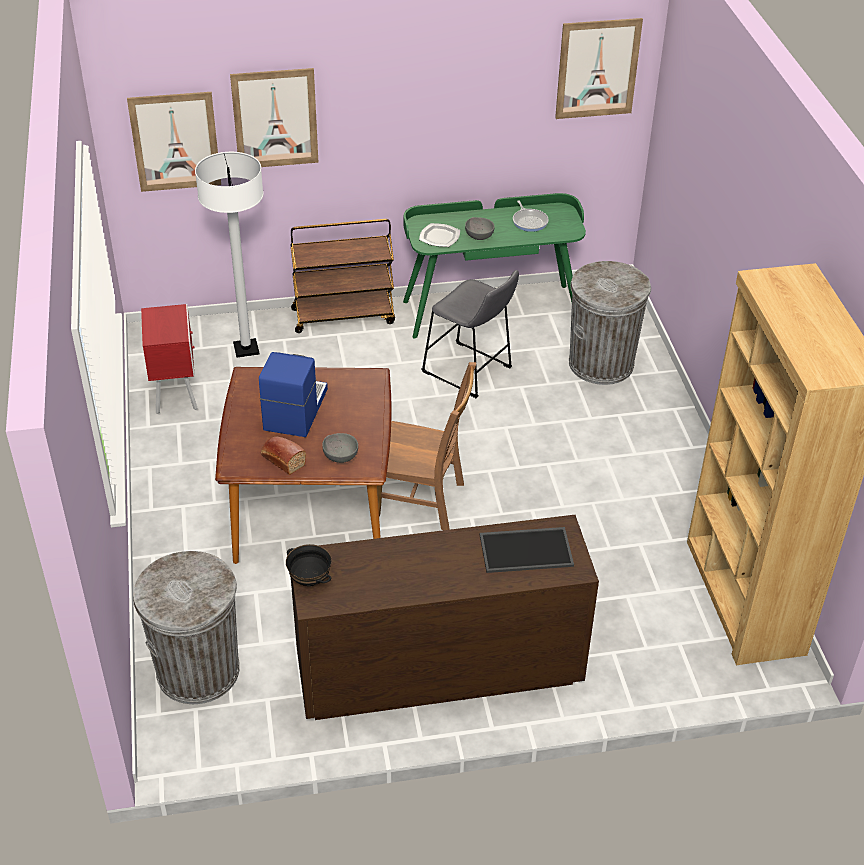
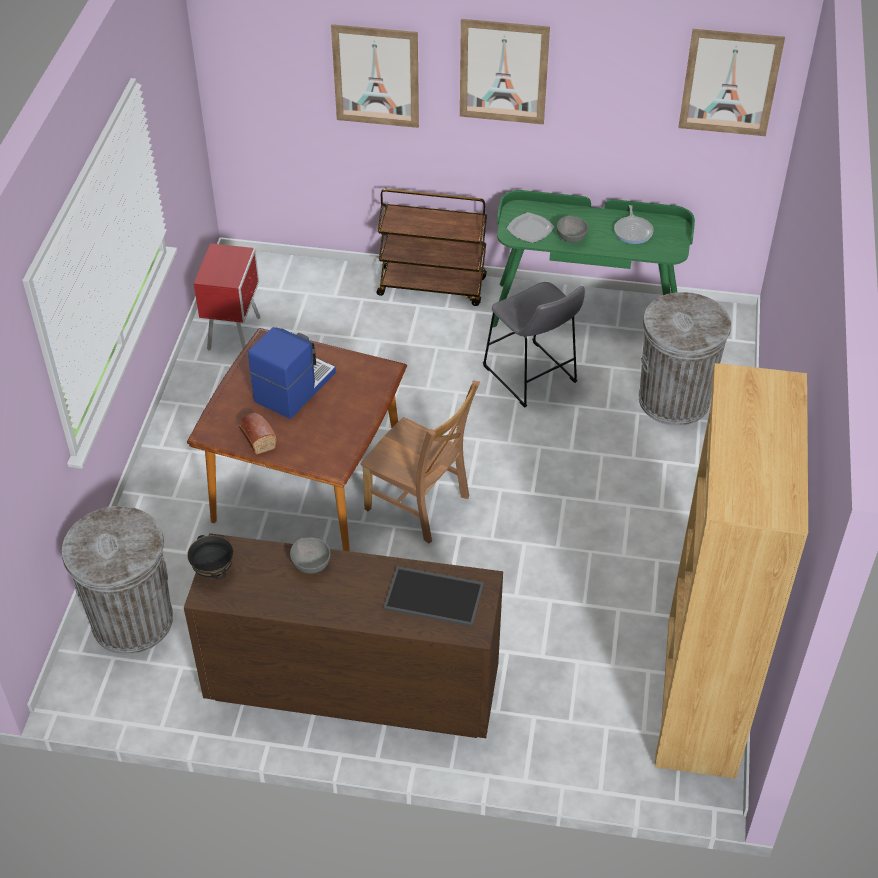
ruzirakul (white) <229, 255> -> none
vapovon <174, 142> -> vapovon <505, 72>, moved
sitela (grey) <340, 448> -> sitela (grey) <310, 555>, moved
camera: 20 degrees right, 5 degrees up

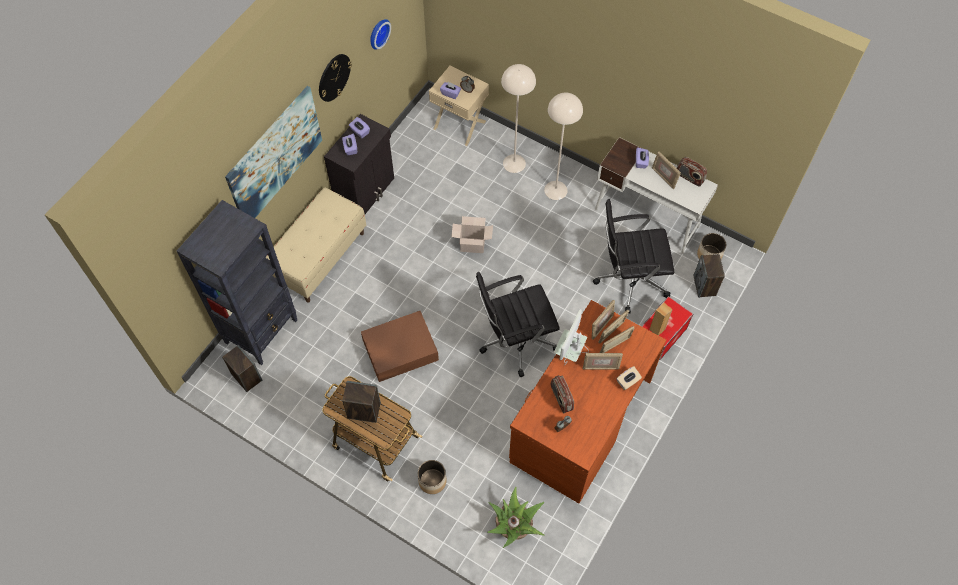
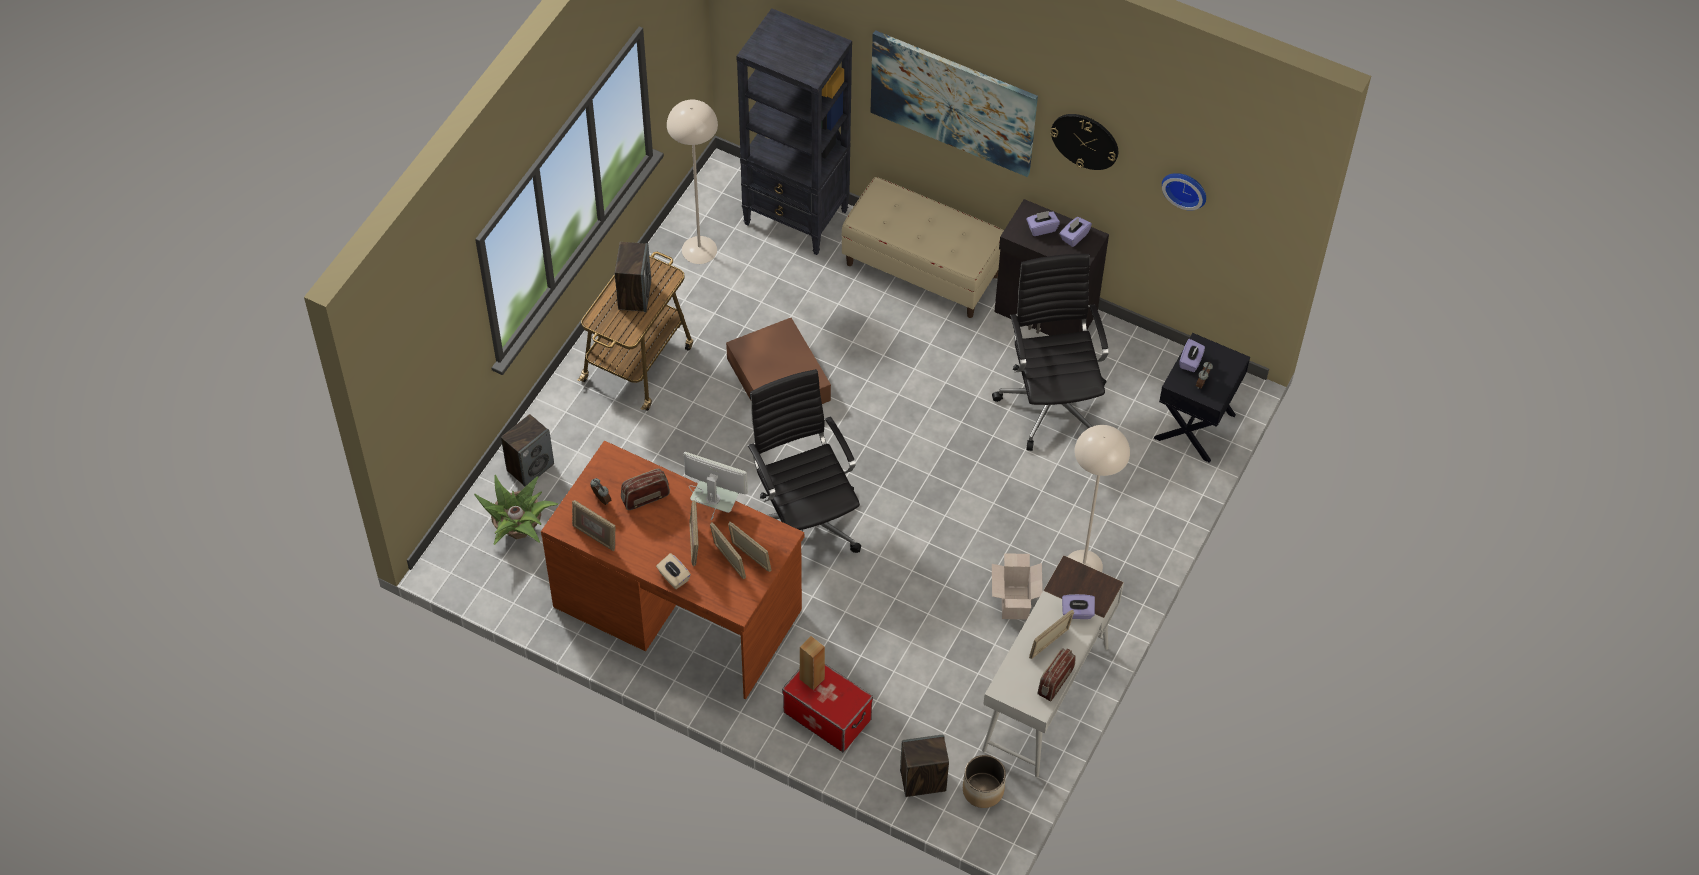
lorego <432, 477> -> none
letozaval <242, 368> -> letozaval <527, 450>, moved
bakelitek <472, 234> -> bakelitek <1017, 586>, moved
ruzirakul (beige) <518, 118> -> ruzirakul (beige) <692, 181>, moved
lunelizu <603, 320> -> lunelizu <593, 525>, moved
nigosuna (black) <633, 256> -> nigosuna (black) <1050, 352>, moved
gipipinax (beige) <459, 106> -> gipipinax (black) <1202, 398>
camera: 85 degrees right, 5 degrees down

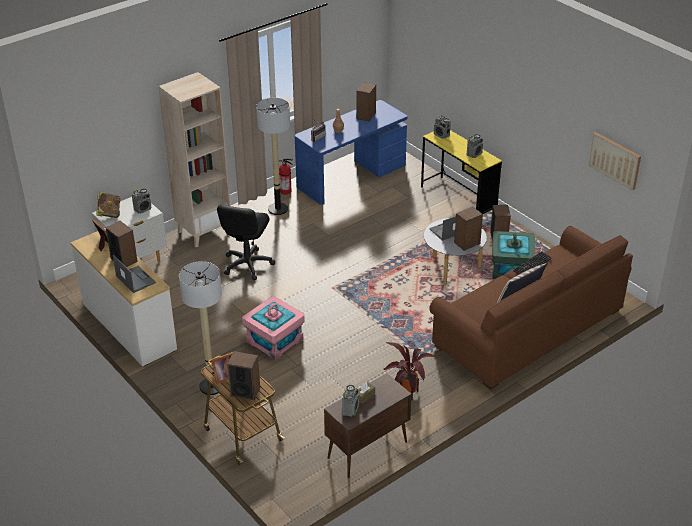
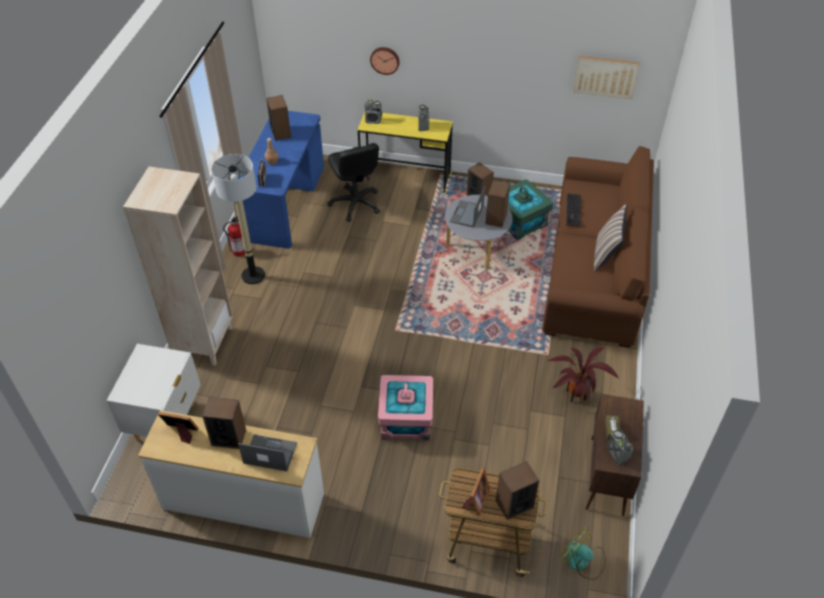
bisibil <108, 204> -> none
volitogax <142, 201> -> none
ruzirakul <200, 328> -> none
none -> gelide <384, 61>
none -> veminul <582, 553>
nigosuna (black) <246, 242> -> nigosuna (black) <354, 182>, moved
camera: 40 degrees left, 10 degrees up

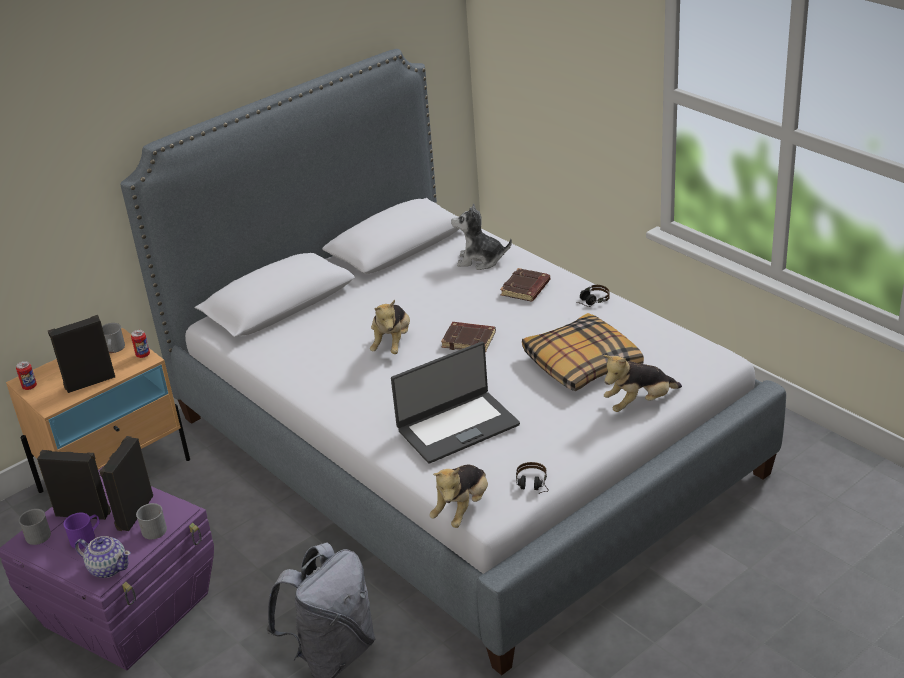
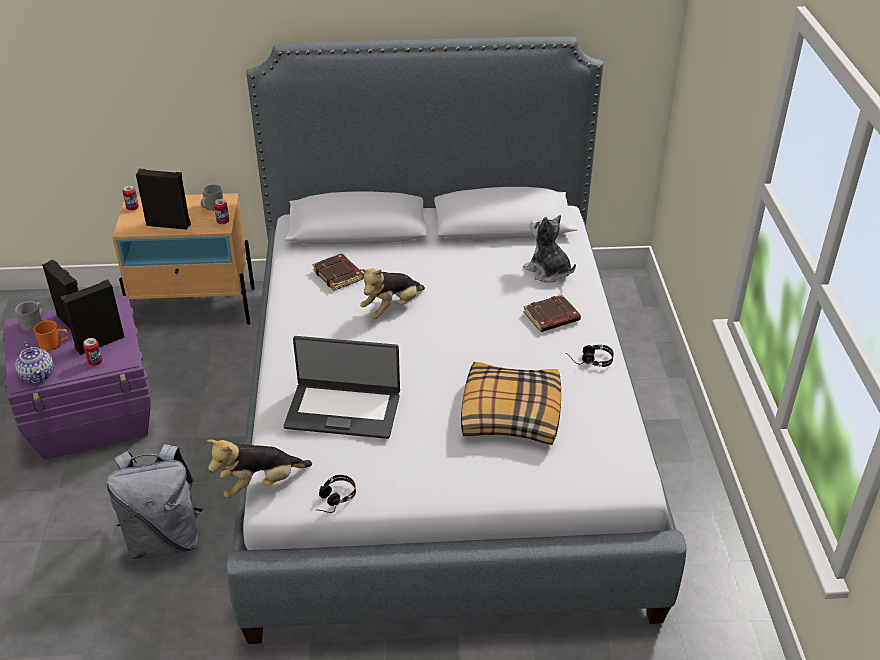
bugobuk <642, 383> -> none
bisibil (brown) <468, 337> -> bisibil (brown) <338, 272>, moved
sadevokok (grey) <151, 521> -> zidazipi <93, 352>
sadevokok (purple) <81, 531> -> sadevokok (orange) <51, 335>
camera: 35 degrees right, 5 degrees up

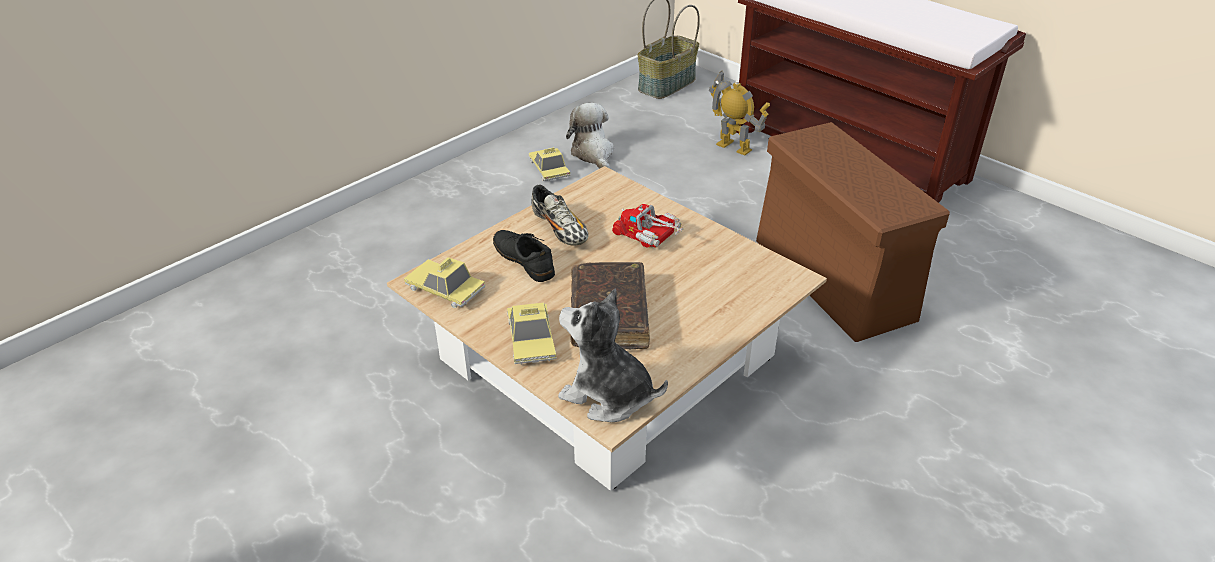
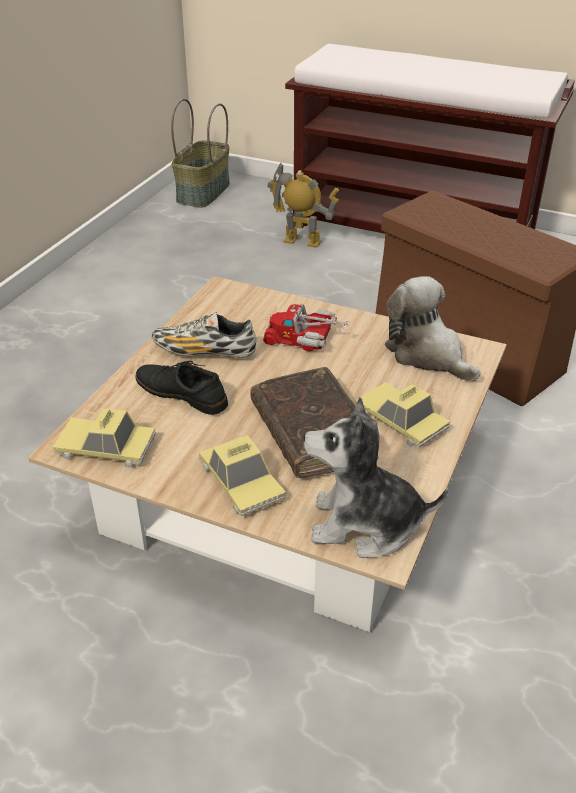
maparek <549, 164> -> maparek <403, 414>, moved
bugobuk <590, 136> -> bugobuk <433, 328>, moved
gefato <560, 215> -> gefato <204, 335>, 150 degrees clockwise
camera: 20 degrees left, 0 degrees up

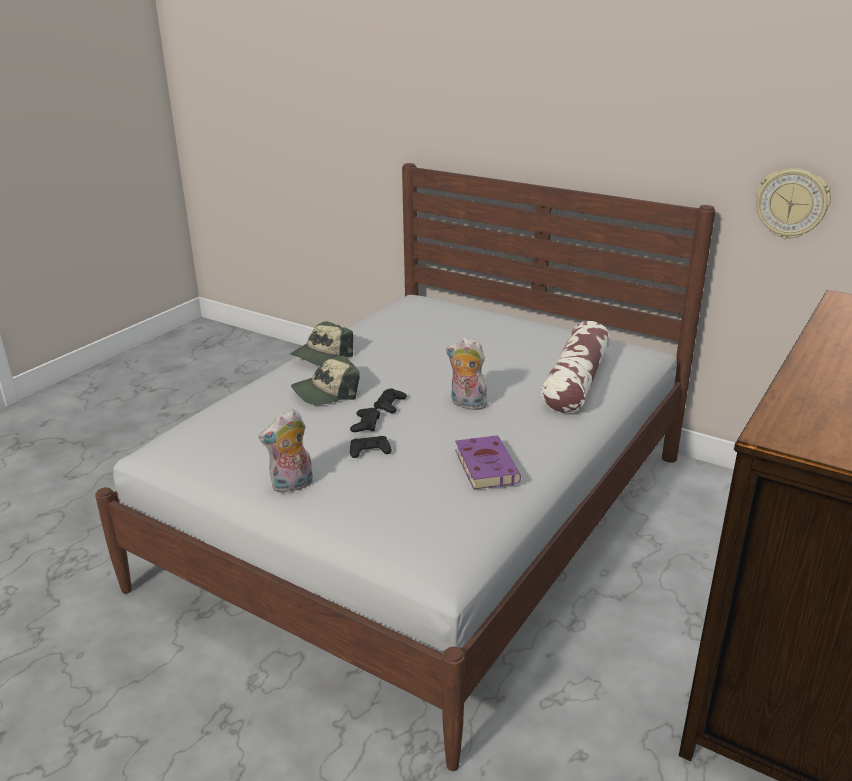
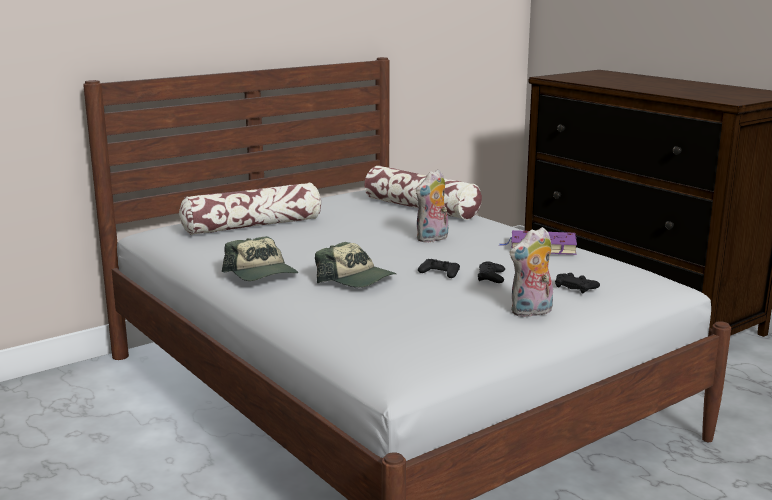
gelide <793, 203> -> none
none -> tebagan <250, 209>
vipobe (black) <390, 400> -> vipobe (black) <577, 283>, moved
bugobuk <286, 451> -> bugobuk <531, 272>, 75 degrees clockwise
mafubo <325, 380> -> mafubo <355, 265>, 45 degrees counterclockwise
camera: 70 degrees left, 10 degrees down

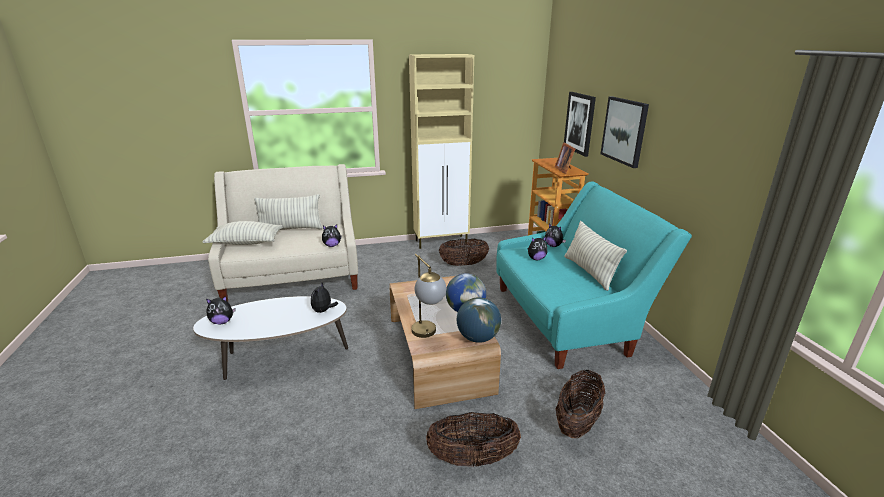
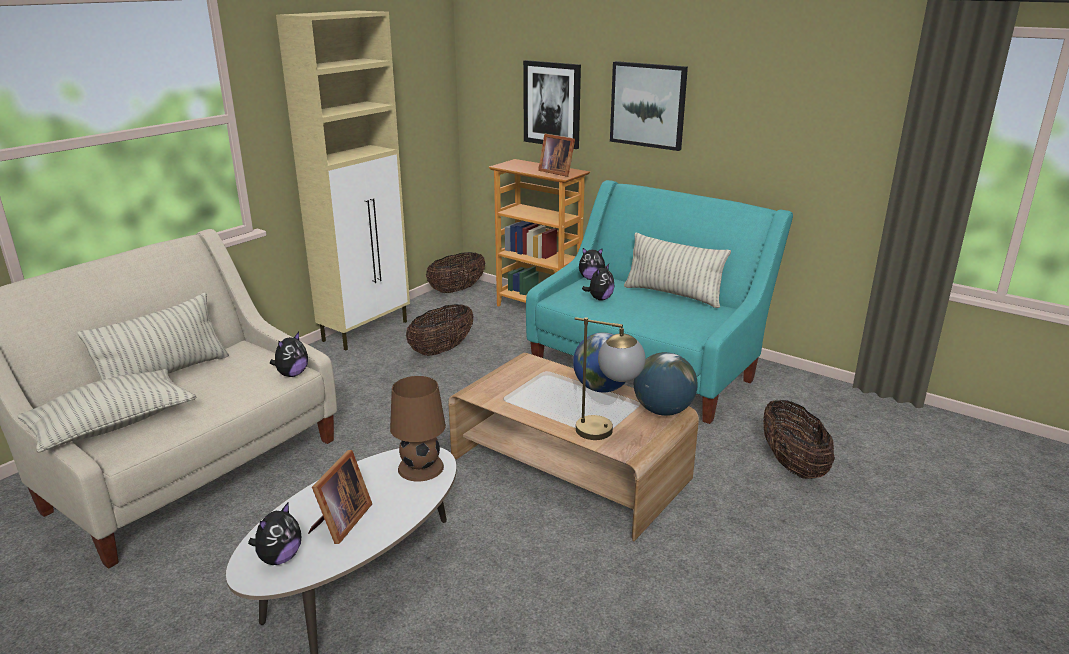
none -> lunelizu <340, 497>
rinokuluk <473, 439> -> rinokuluk <456, 272>, moved
bugobuk <324, 298> -> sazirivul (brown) <418, 429>
camera: 40 degrees left, 0 degrees up

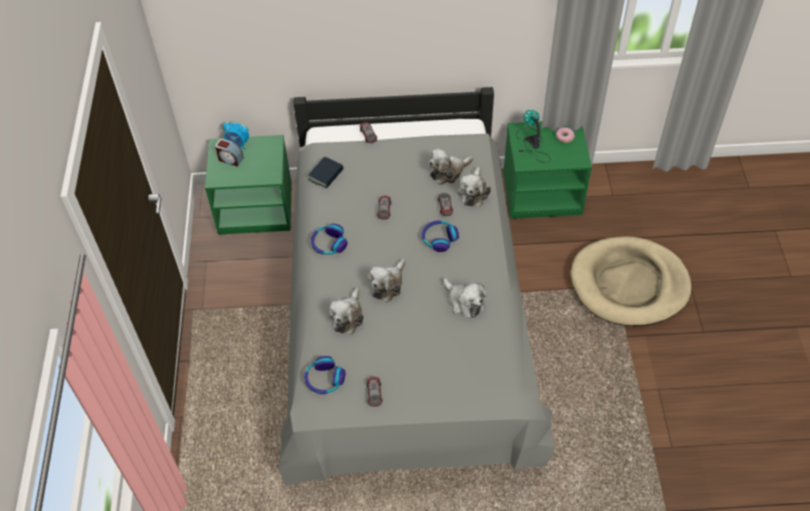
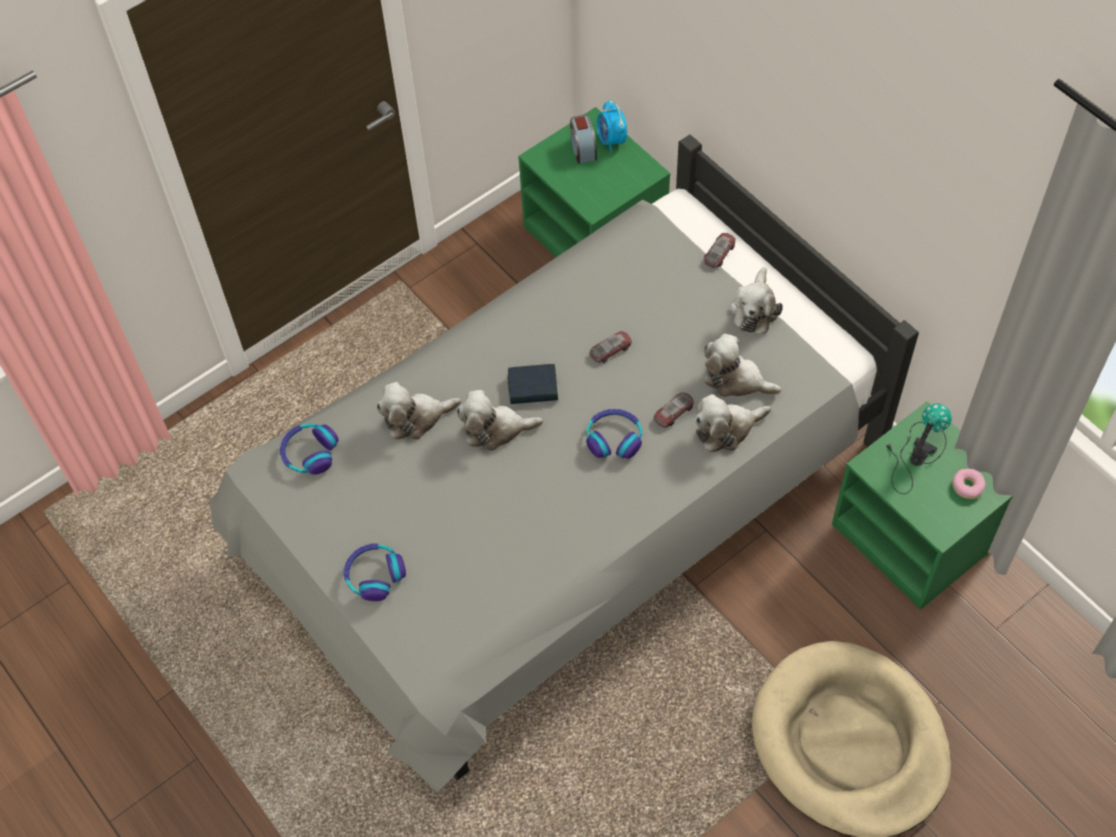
maparek <374, 392> -> none
bisibil <325, 173> -> bisibil <533, 384>, moved
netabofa <329, 239> -> netabofa <375, 572>, moved
bugobuk <465, 298> -> bugobuk <756, 300>, moved
camera: 55 degrees right, 5 degrees up

